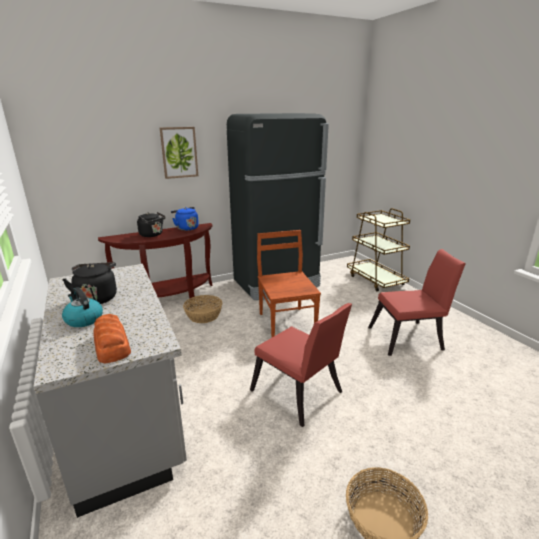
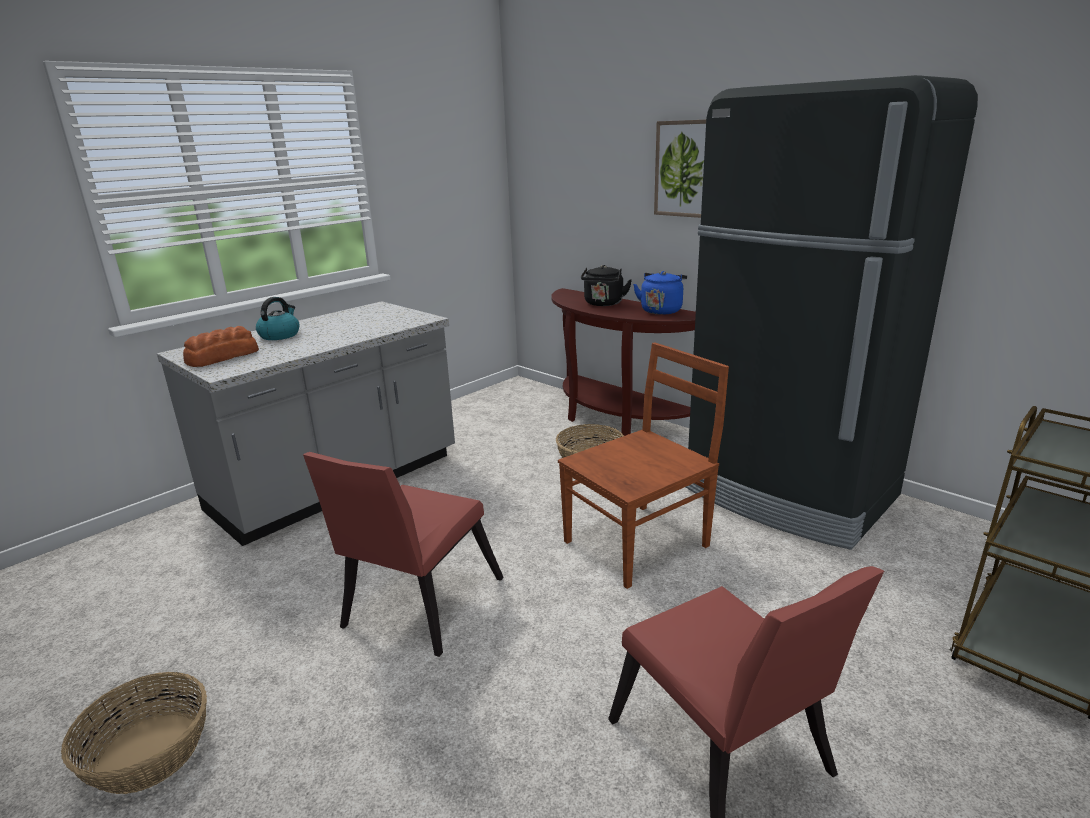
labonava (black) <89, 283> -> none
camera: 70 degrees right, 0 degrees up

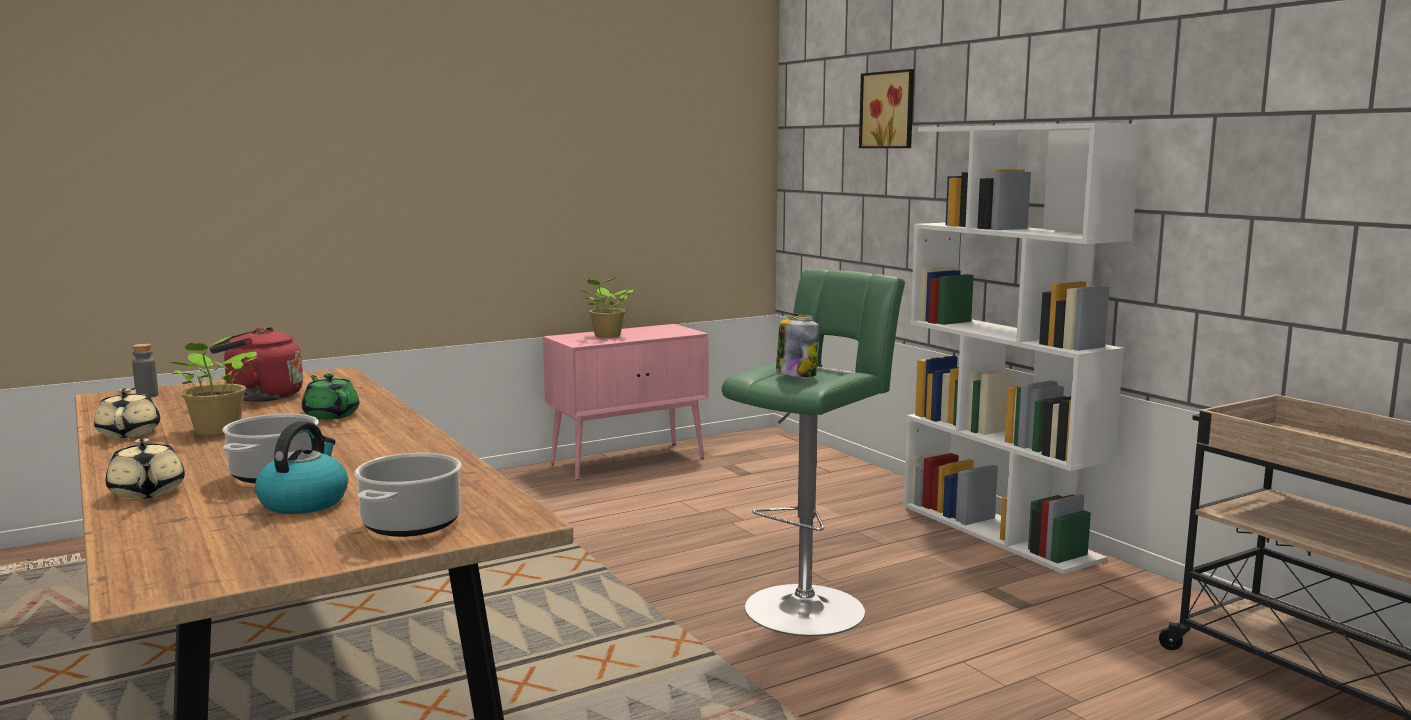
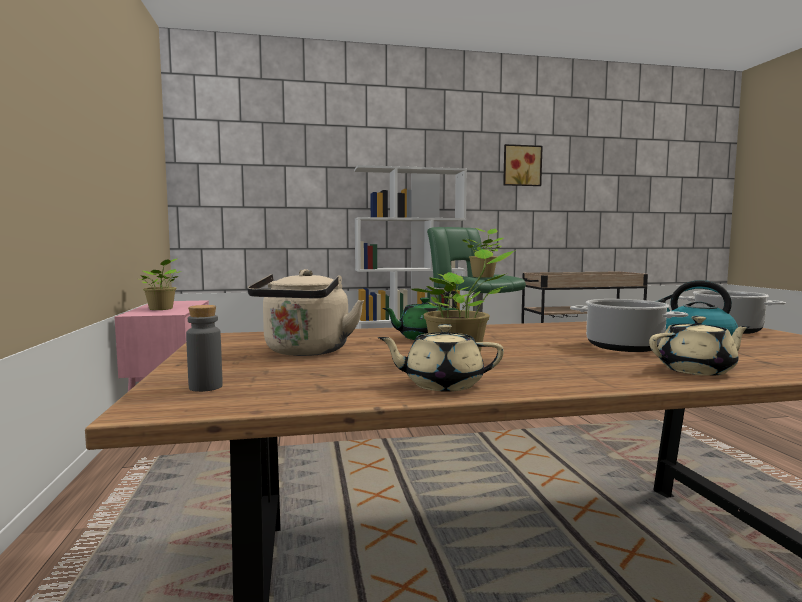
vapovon <886, 108> -> vapovon <523, 165>, moved
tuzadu <798, 345> -> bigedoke <483, 253>
labonava (red) <256, 364> -> labonava (beige) <305, 312>
camera: 70 degrees left, 5 degrees down

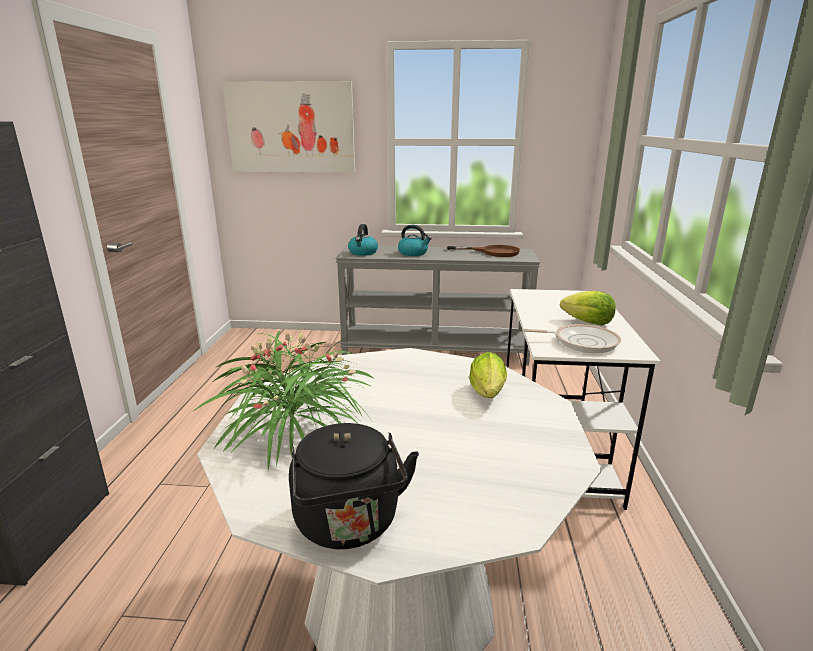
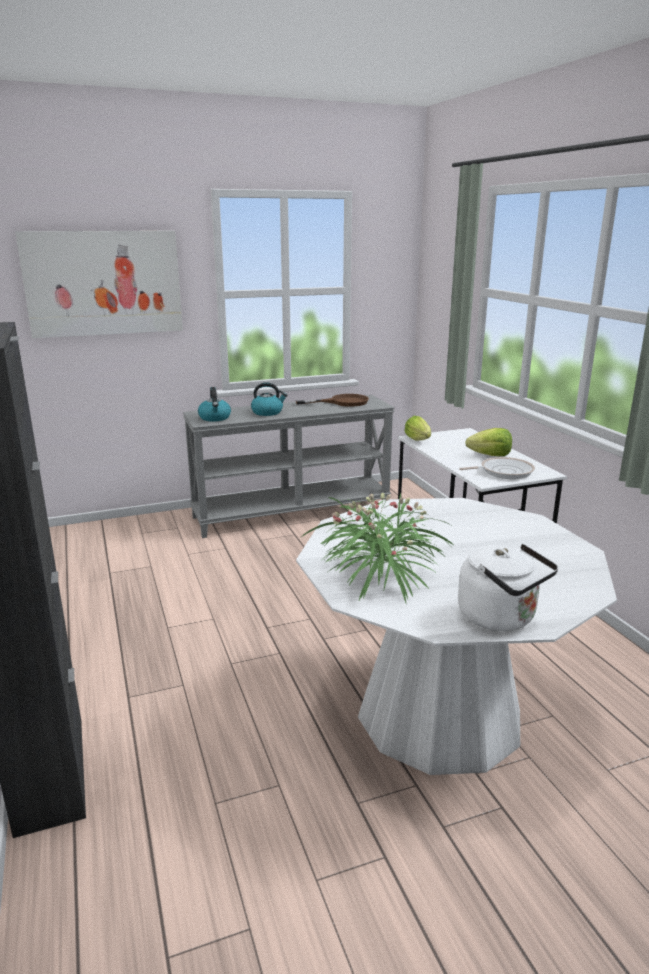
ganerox <488, 375> -> ganerox <418, 428>, moved
labonava (black) <354, 486> -> labonava (white) <508, 587>
camera: 25 degrees left, 0 degrees up

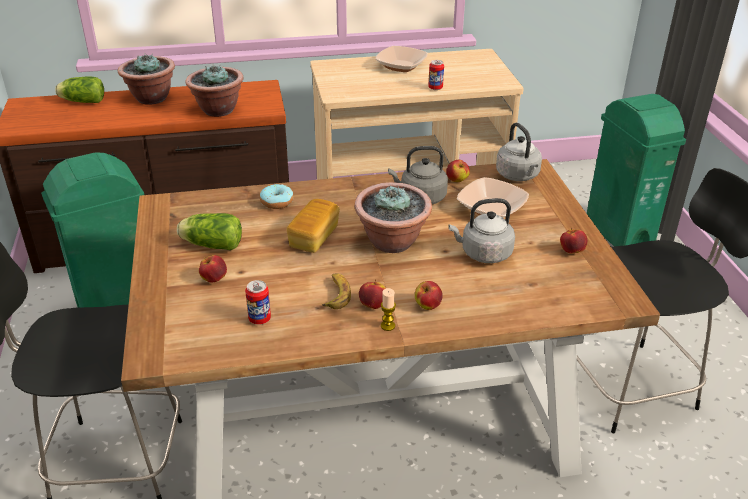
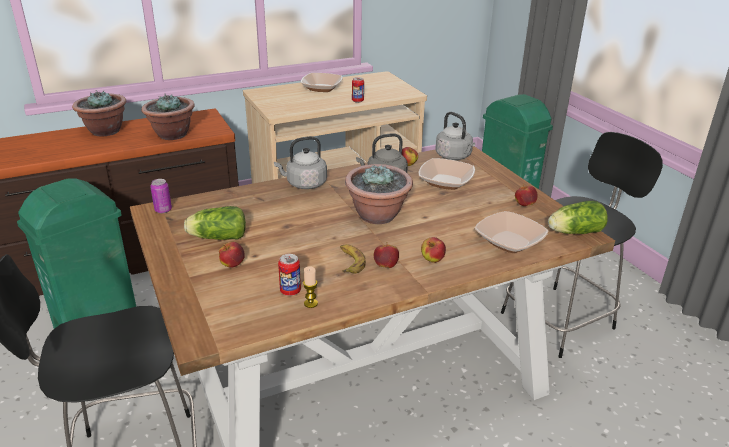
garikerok <277, 196> -> none
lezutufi <313, 226> -> none
none -> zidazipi <161, 196>
none -> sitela <511, 232>
ganerox <79, 90> -> ganerox <578, 217>, moved
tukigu <388, 309> -> tukigu <310, 287>, moved
labonava (grey) <481, 230> -> labonava (grey) <300, 162>, moved
camera: 15 degrees left, 5 degrees down

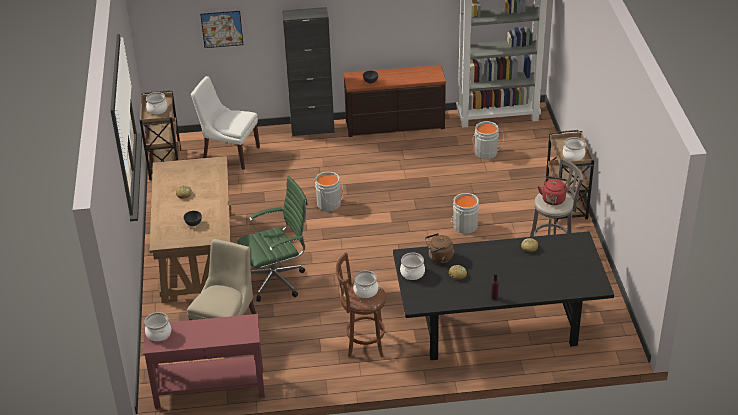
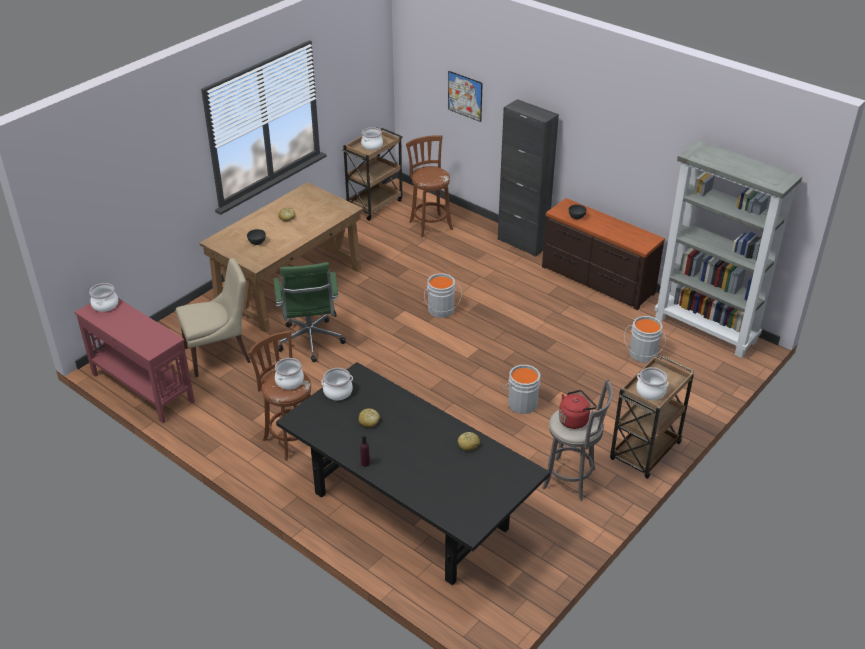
labonava (brown) <439, 248> -> none
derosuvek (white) <225, 123> -> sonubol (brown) <429, 186>
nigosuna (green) <272, 239> -> nigosuna (green) <309, 312>, 60 degrees clockwise
camera: 45 degrees right, 0 degrees up

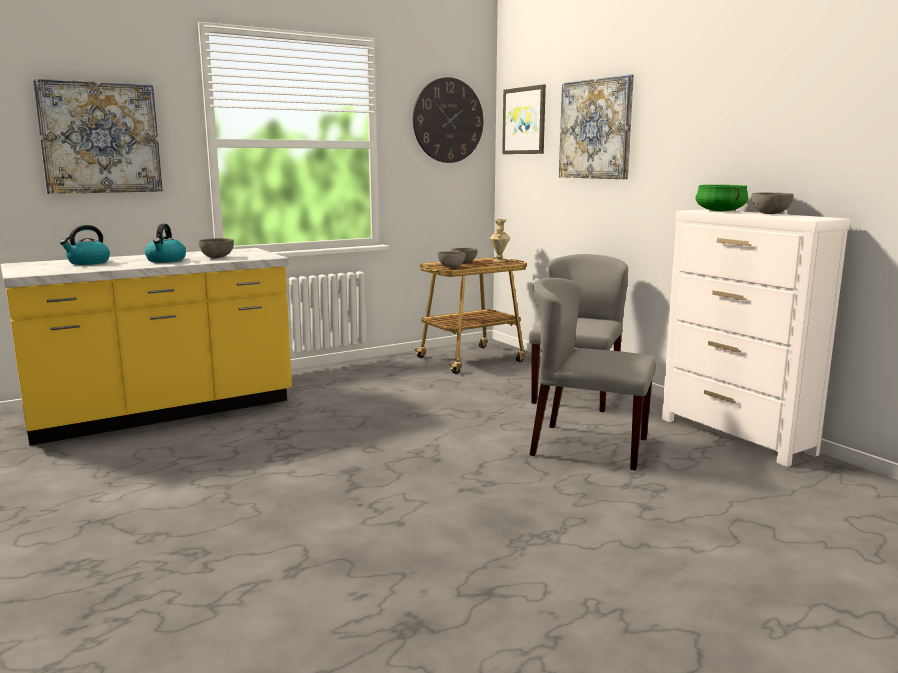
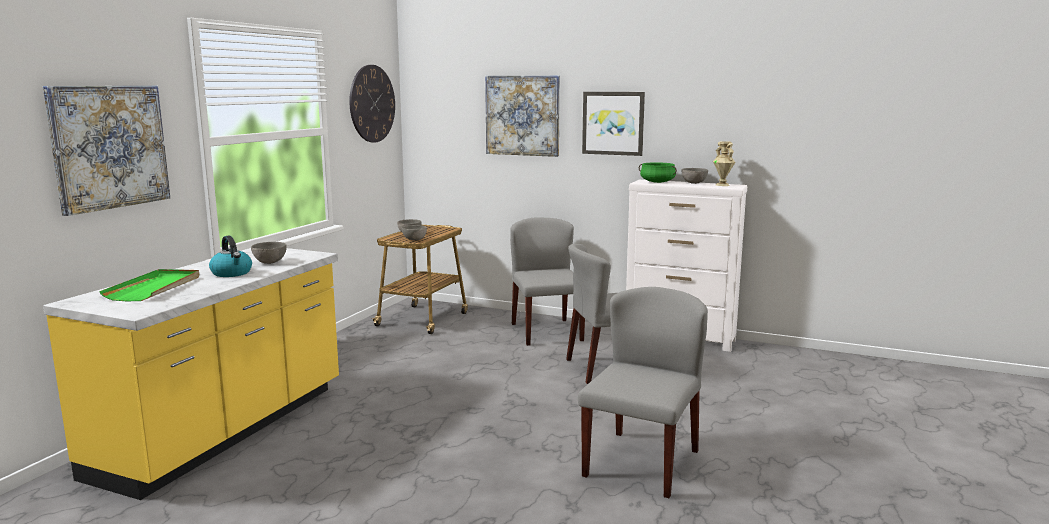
none -> derosuvek (grey) <643, 392>
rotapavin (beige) <500, 240> -> rotapavin (beige) <724, 163>, moved
vapovon <524, 119> -> vapovon <613, 124>, moved
labonava <85, 245> -> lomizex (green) <149, 285>
camera: 35 degrees left, 0 degrees up

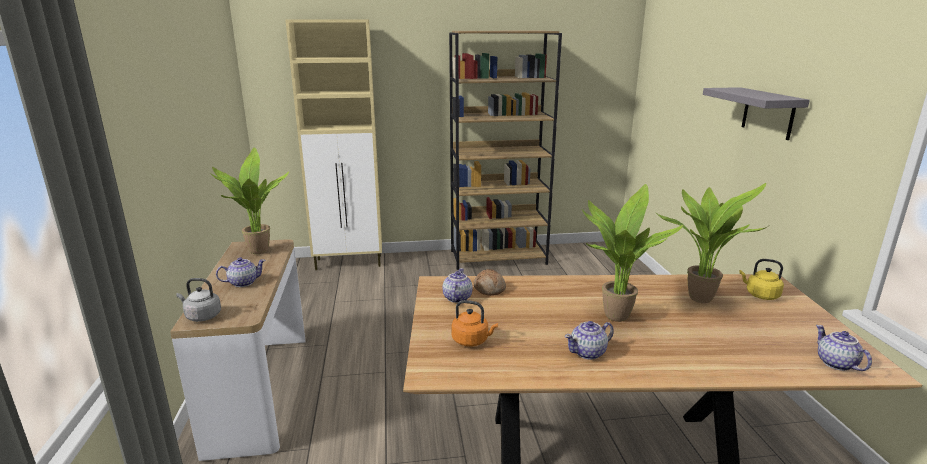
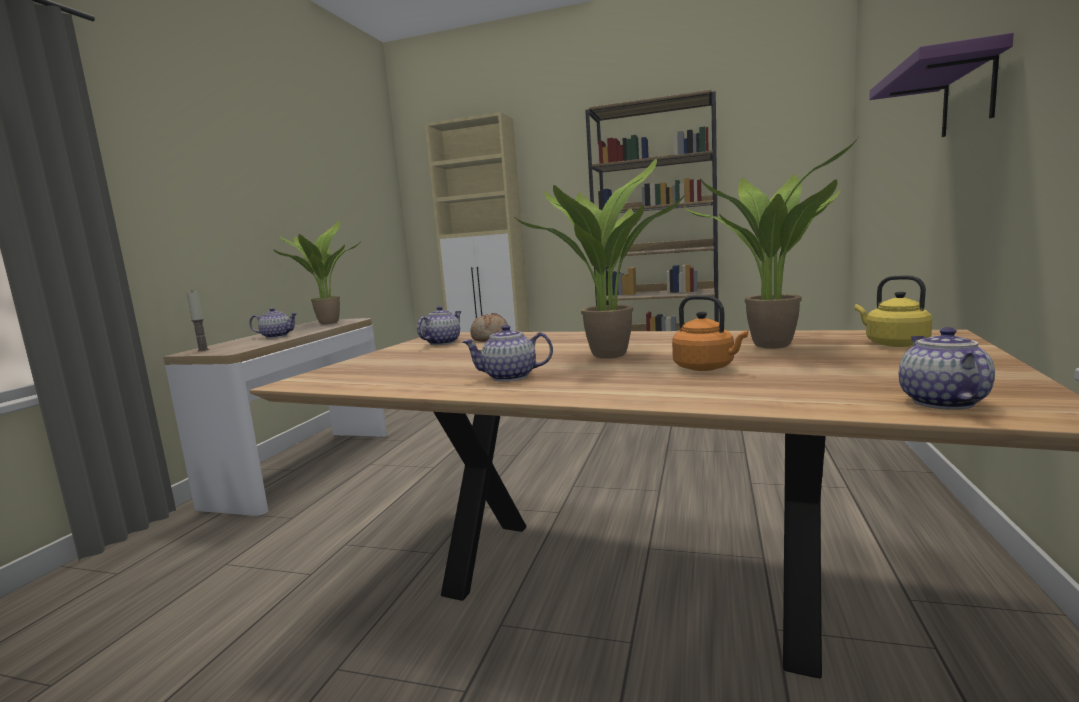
labonava (orange) <475, 323> -> labonava (orange) <710, 333>, moved
labonava (grey) <198, 300> -> tukigu <198, 320>
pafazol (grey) <756, 113> -> pafazol (purple) <941, 85>
camera: 25 degrees right, 10 degrees down

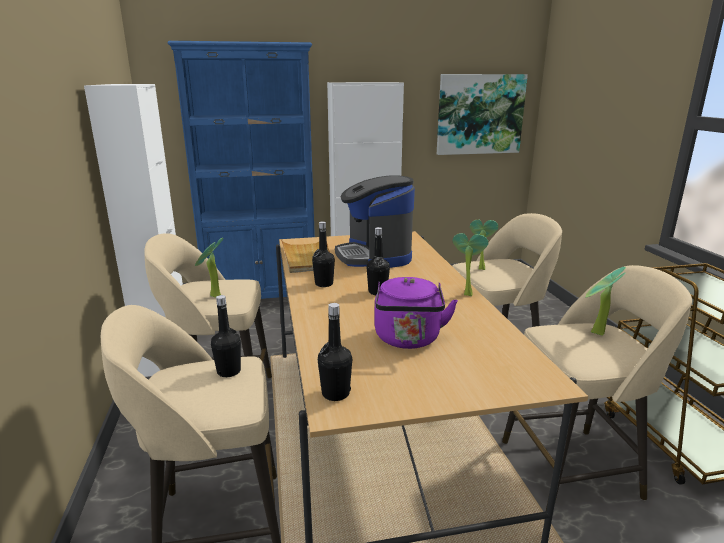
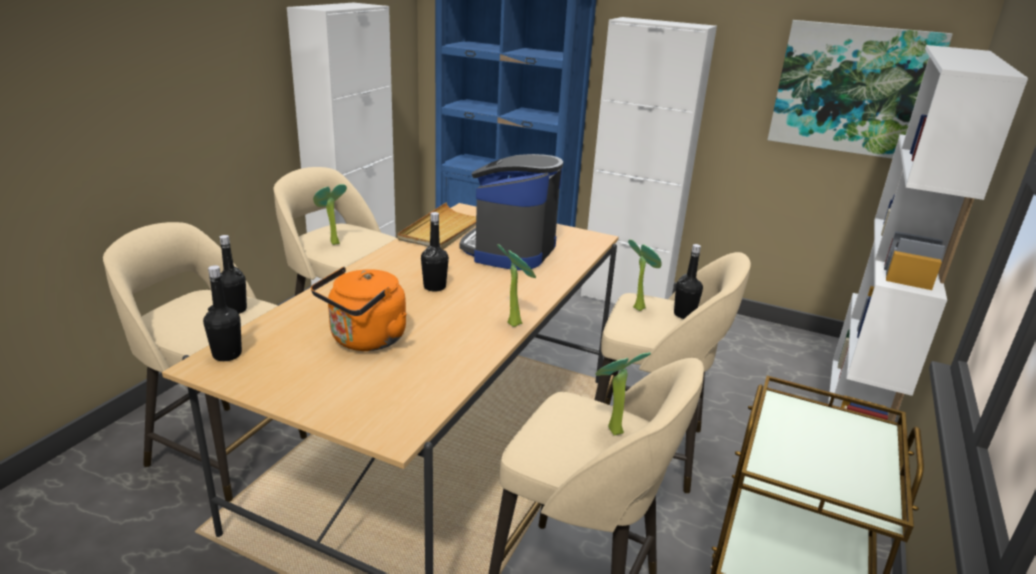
none -> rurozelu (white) <928, 233>
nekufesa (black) <323, 254> -> nekufesa (black) <688, 281>, moved
labonava (purple) <416, 313> -> labonava (orange) <359, 309>
camera: 35 degrees right, 5 degrees up

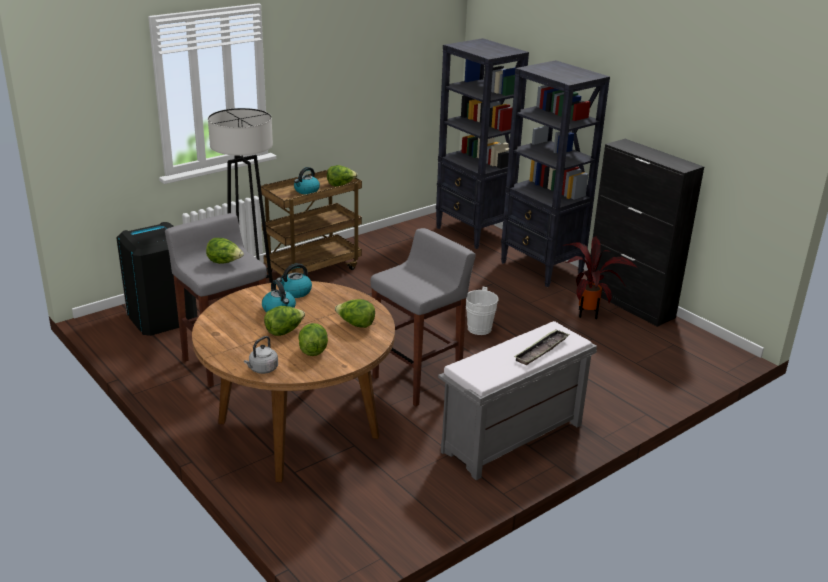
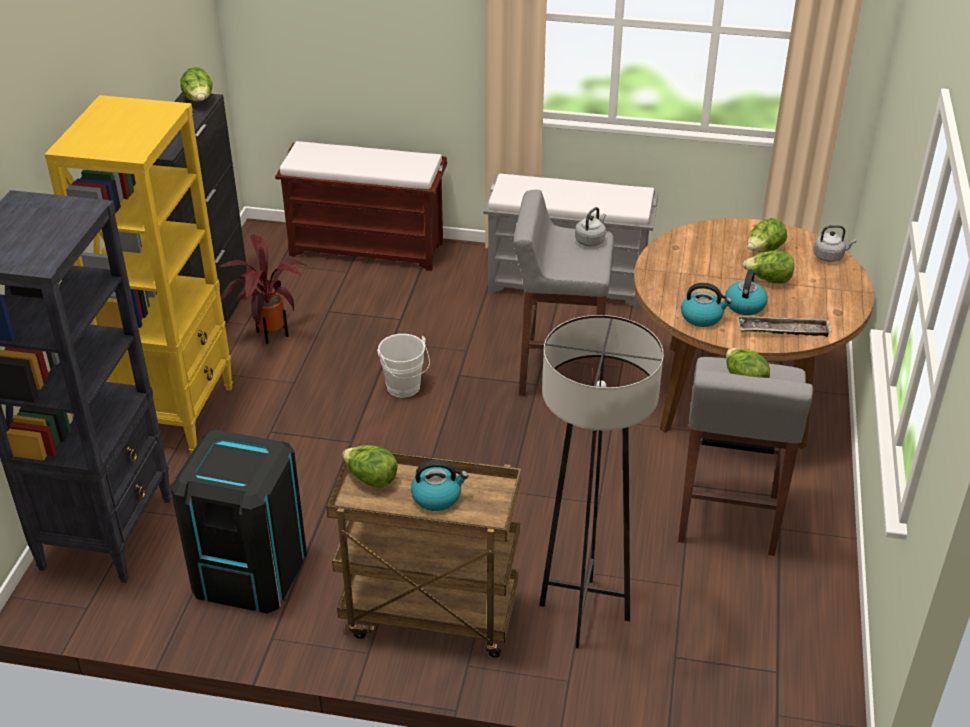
none -> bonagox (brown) <361, 206>
none -> labonava (grey) <590, 227>
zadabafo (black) <157, 279> -> zadabafo (black) <238, 522>, moved
ganerox <355, 313> -> ganerox <196, 84>, moved
lomizex <542, 347> -> lomizex <784, 326>, moved
rurozelu (black) <555, 173> -> rurozelu (yellow) <139, 274>
camera: 130 degrees left, 10 degrees up

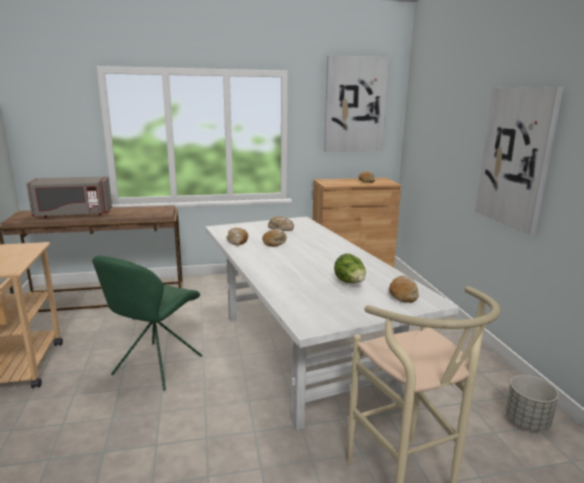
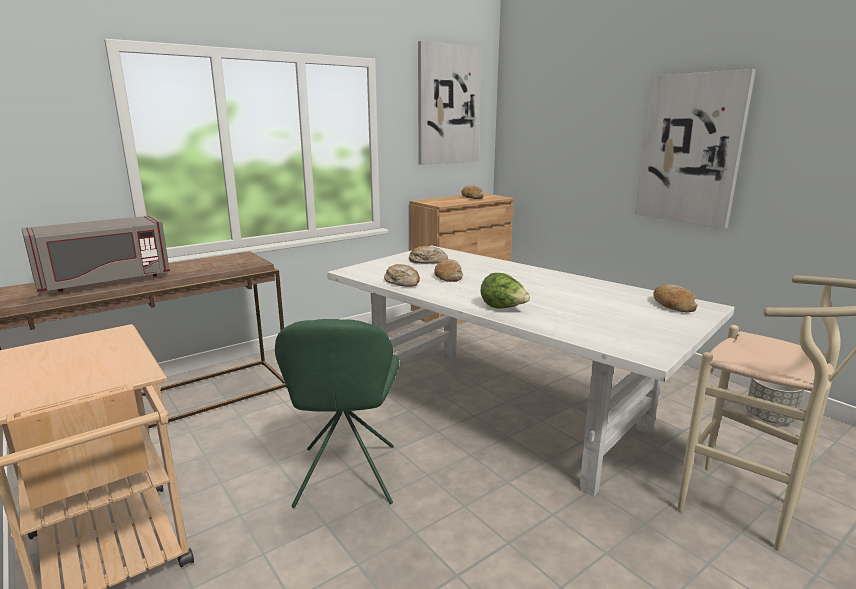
ganerox <350, 268> -> ganerox <505, 291>, moved
camera: 25 degrees left, 0 degrees up

